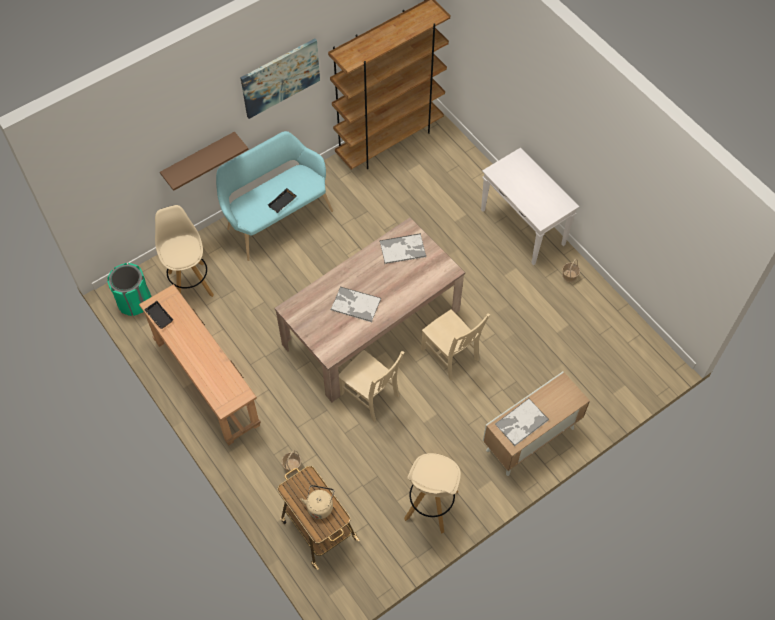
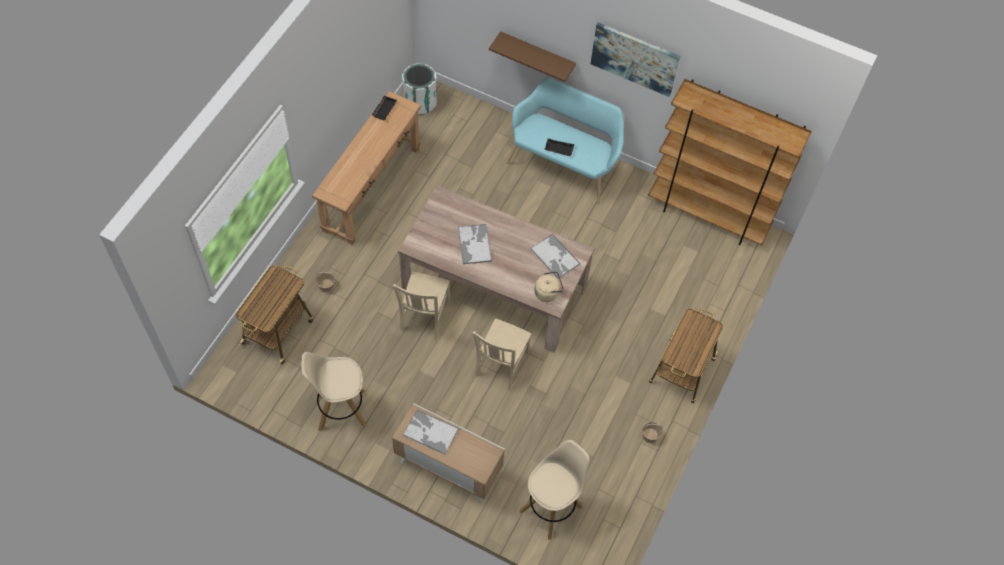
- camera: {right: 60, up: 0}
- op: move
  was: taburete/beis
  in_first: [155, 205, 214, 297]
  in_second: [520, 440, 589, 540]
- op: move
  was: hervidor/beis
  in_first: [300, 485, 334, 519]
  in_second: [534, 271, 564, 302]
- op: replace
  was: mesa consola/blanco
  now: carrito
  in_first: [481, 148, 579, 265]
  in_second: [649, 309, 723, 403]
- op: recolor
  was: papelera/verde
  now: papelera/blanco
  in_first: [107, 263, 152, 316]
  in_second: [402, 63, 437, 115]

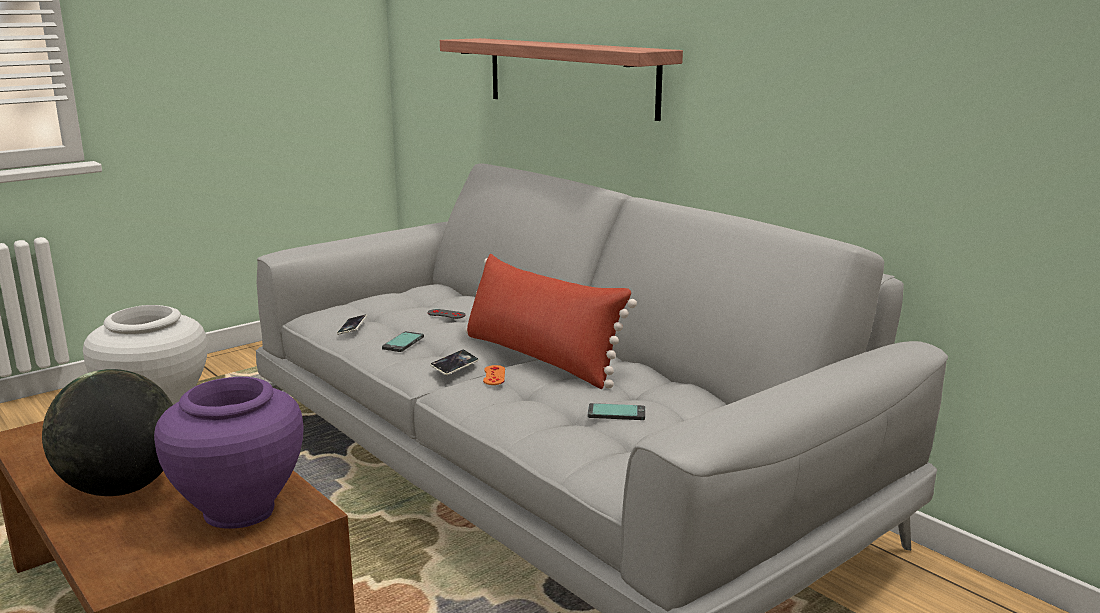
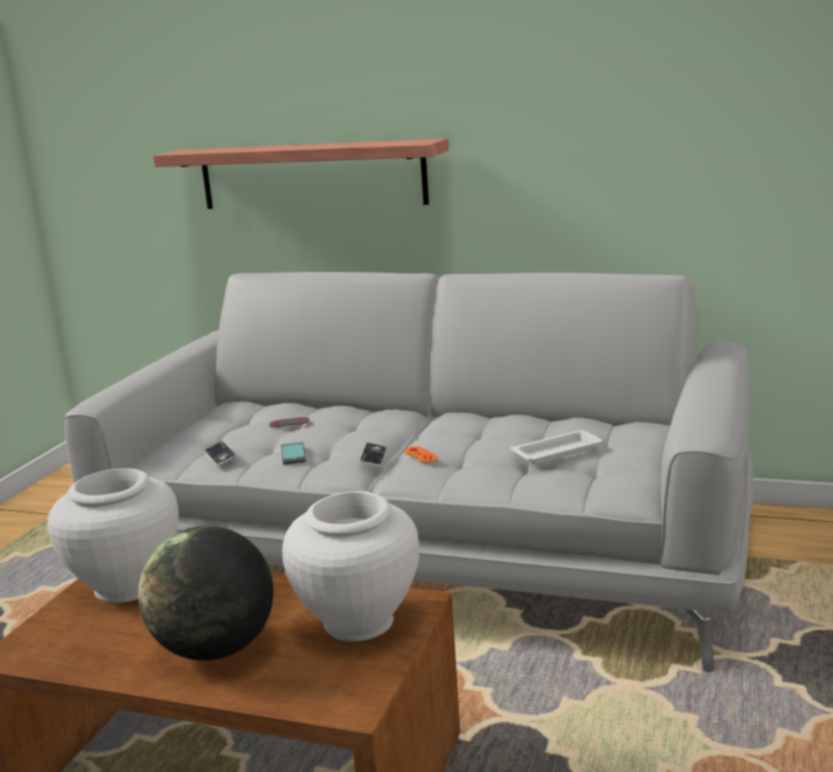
- camera: {right: -30, up: 0}
- op: delete
  was: cojín/rojo
  in_first: [465, 254, 637, 389]
- op: replace
  was: móvil
  now: bandeja/blanco
  in_first: [588, 403, 645, 420]
  in_second: [510, 430, 602, 464]
- op: recolor
  was: florero/morado
  now: florero/blanco
  in_first: [154, 377, 304, 529]
  in_second: [282, 491, 419, 642]

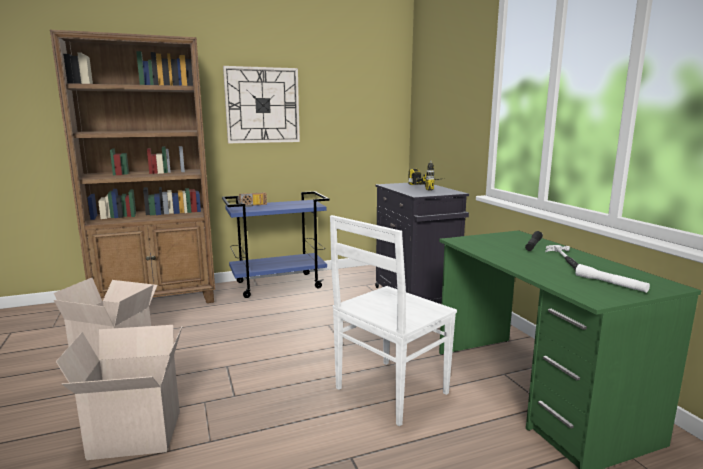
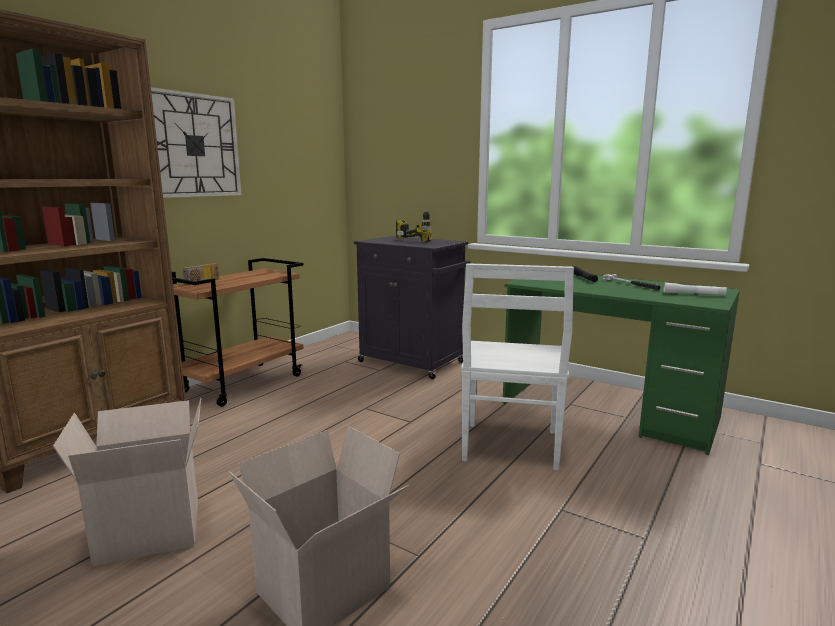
- camera: {right: -35, up: 0}
- op: recolor
  was: carrito/azul
  now: carrito/marrón
  in_first: [222, 191, 330, 298]
  in_second: [172, 258, 304, 407]

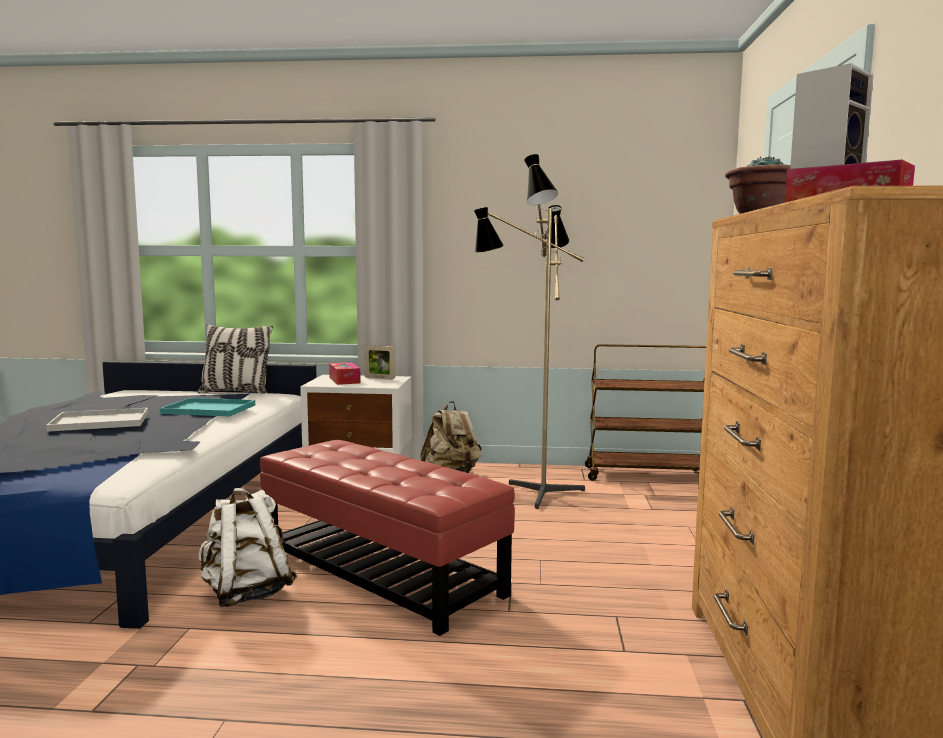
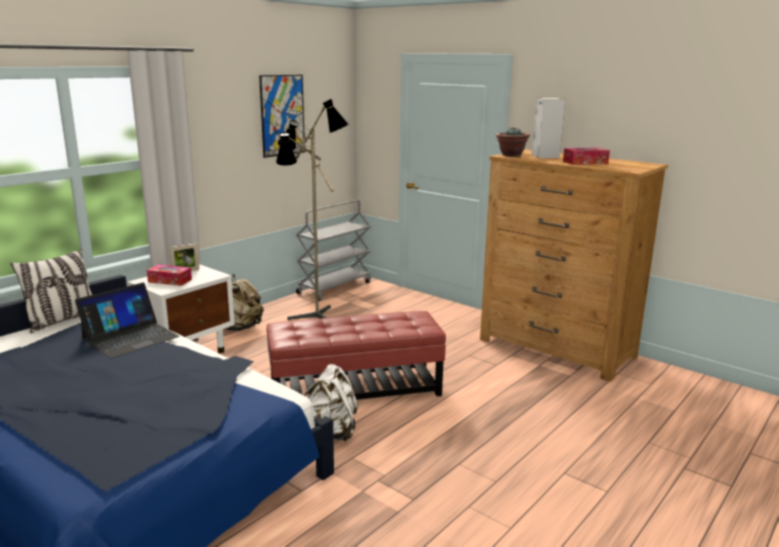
- camera: {right: -55, up: 10}
- op: delete
  was: bandeja/blanco
  in_first: [46, 408, 148, 432]
- op: insert
  now: cuadro
  in_second: [259, 75, 305, 158]
- op: replace
  was: bandeja/turquesa
  now: portátil
  in_first: [160, 398, 255, 417]
  in_second: [75, 283, 180, 358]
- op: recolor
  was: carrito/marrón
  now: carrito/gris
  in_first: [585, 344, 706, 481]
  in_second: [296, 200, 371, 301]

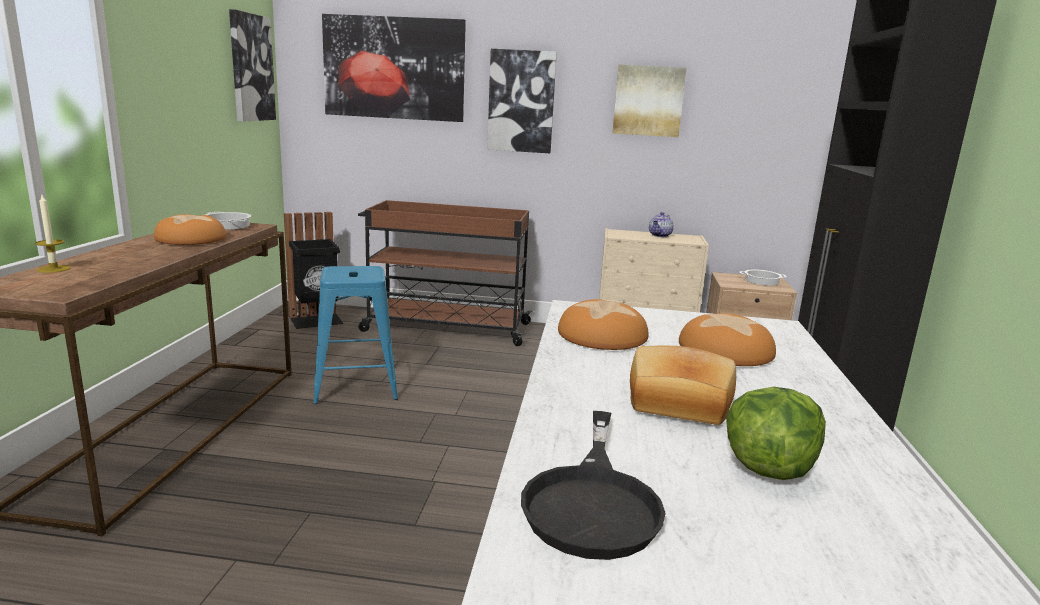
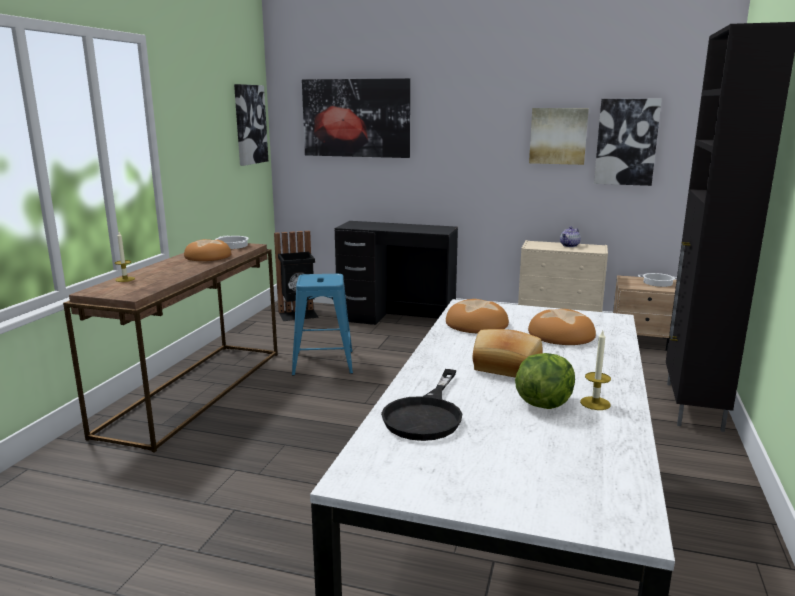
- camera: {right: 10, up: 0}
- op: insert
  now: vela
  in_second: [580, 331, 611, 410]
- op: move
  was: cuadro
  in_first: [487, 49, 557, 153]
  in_second: [594, 99, 662, 186]
- op: replace
  was: carrito/marrón
  now: escritorio/negro
  in_first: [358, 200, 533, 346]
  in_second: [335, 221, 458, 325]

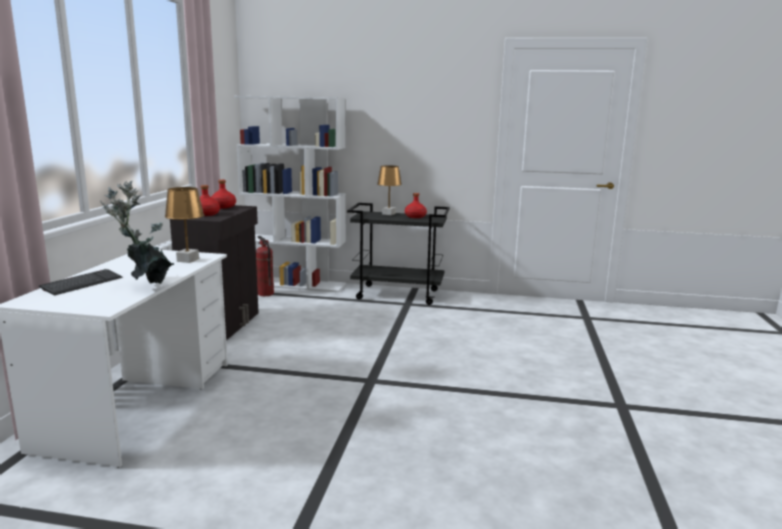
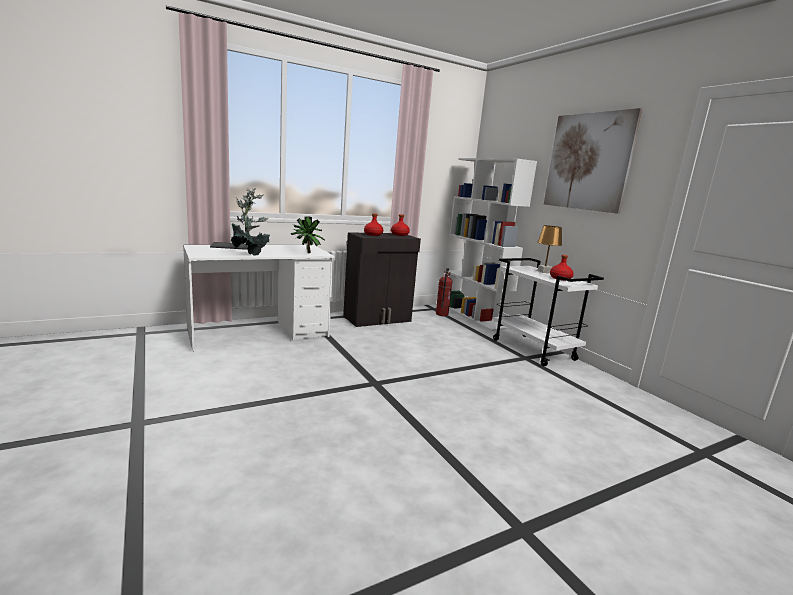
- camera: {right: 50, up: 0}
- op: insert
  now: cuadro
  in_second: [544, 108, 643, 214]
- op: replace
  was: lámpara de mesa/marrón
  now: planta en maceta
  in_first: [165, 187, 204, 263]
  in_second: [291, 217, 325, 253]
- op: recolor
  was: carrito/negro
  now: carrito/blanco
  in_first: [347, 203, 450, 305]
  in_second: [493, 258, 604, 366]

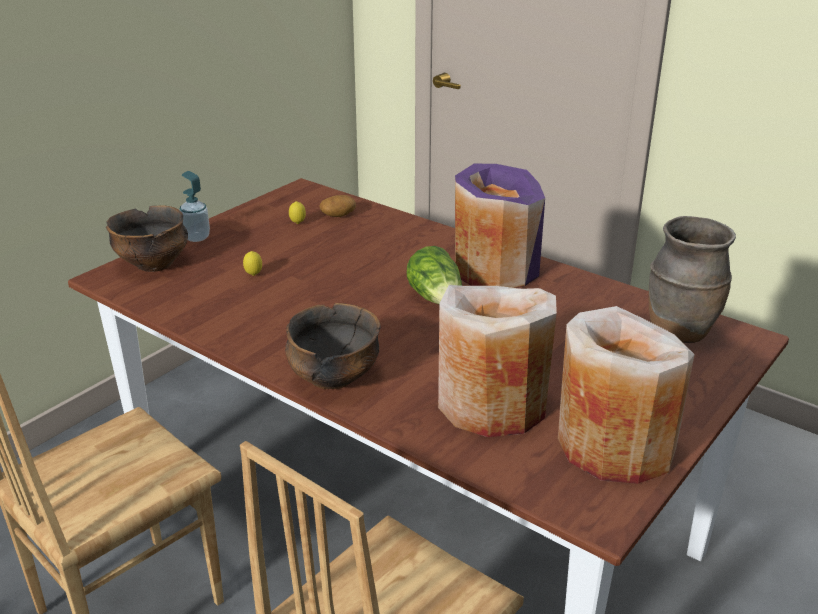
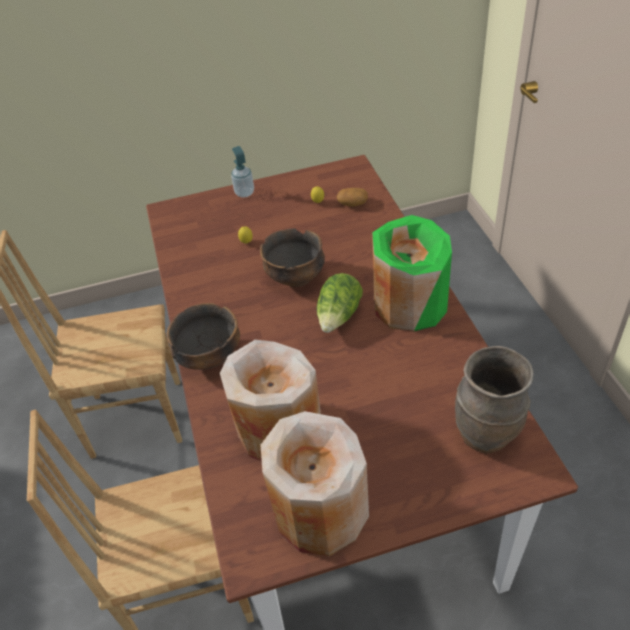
- camera: {right: 40, up: 15}
- op: move
  was: cuenco
  in_first: [106, 205, 188, 272]
  in_second: [260, 228, 325, 287]
- op: recolor
  was: florero/morado
  now: florero/verde
  in_first: [455, 164, 545, 288]
  in_second: [372, 215, 452, 332]

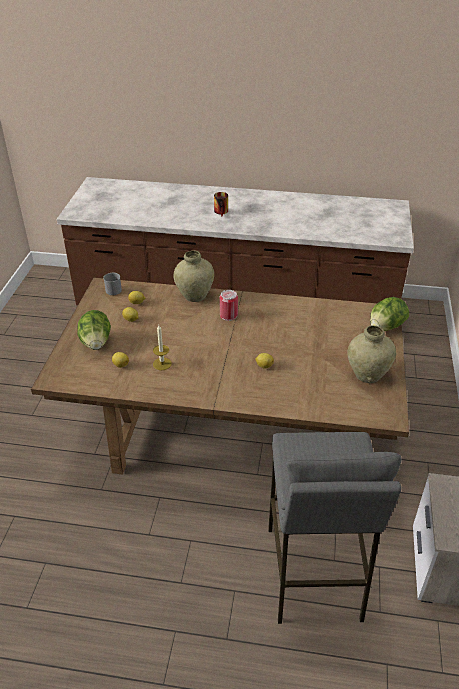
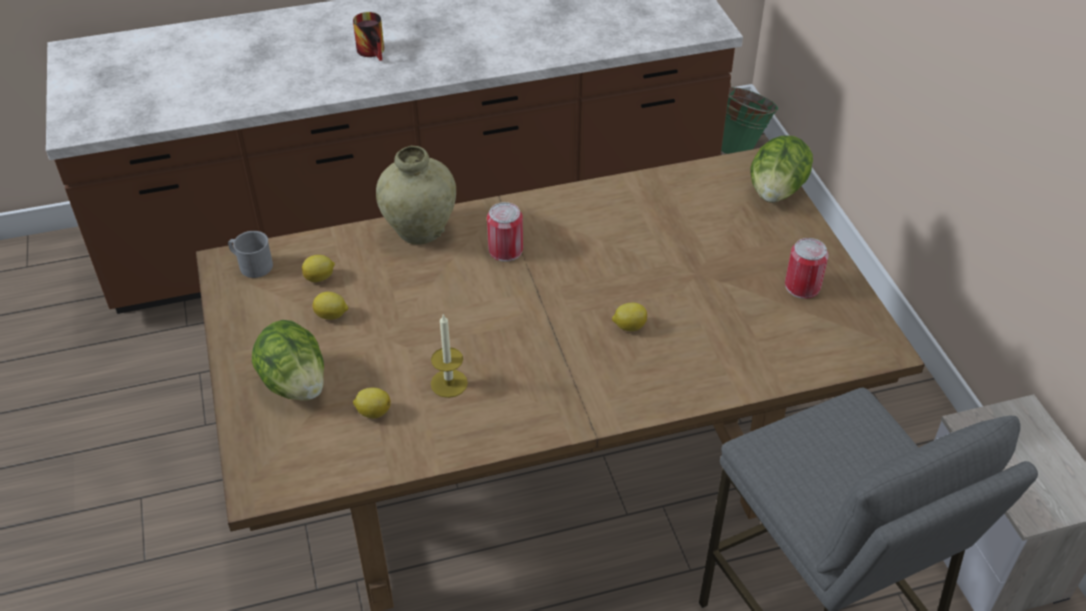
- camera: {right: -25, up: 5}
- op: insert
  now: cubo/verde
  in_second: [721, 83, 778, 154]
- op: replace
  was: florero/beis
  now: lata
  in_first: [347, 325, 396, 383]
  in_second: [785, 238, 829, 299]

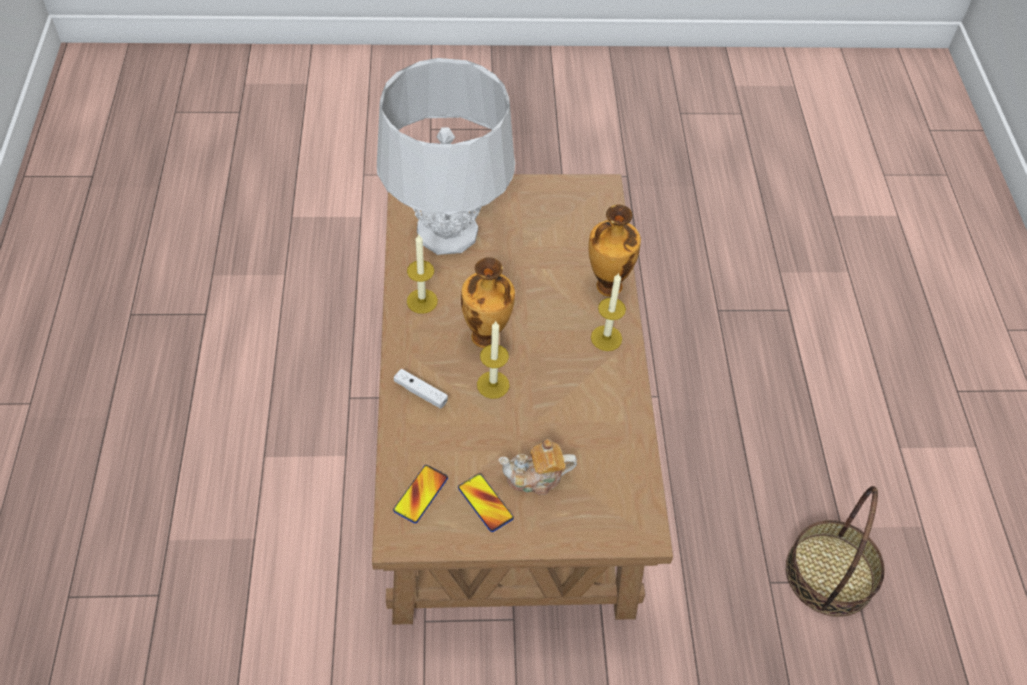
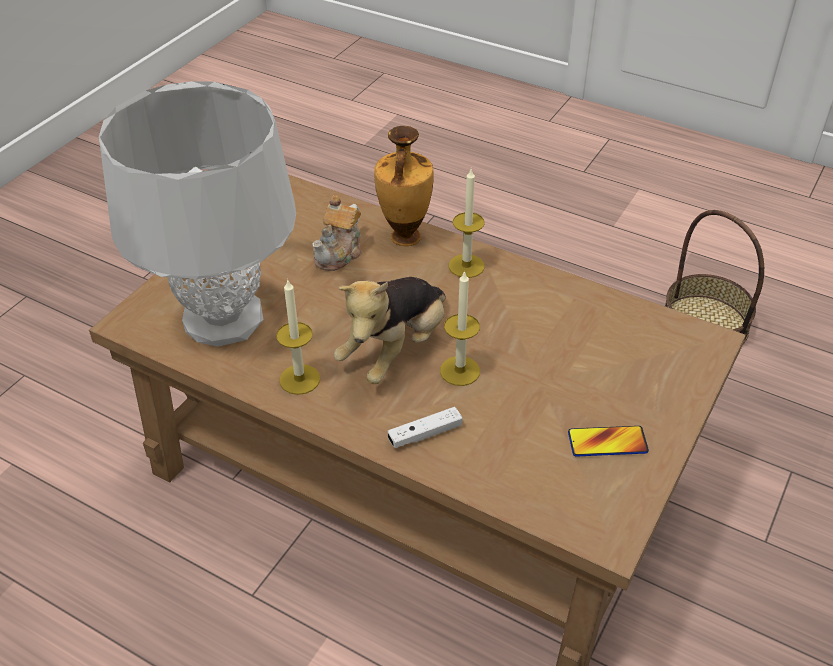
- camera: {right: -55, up: -10}
- op: delete
  was: móvil
  in_first: [393, 465, 448, 523]
- op: move
  was: tetera
  in_first: [499, 439, 577, 495]
  in_second: [312, 195, 362, 271]
- op: replace
  was: florero
  now: peluche
  in_first: [461, 257, 515, 348]
  in_second: [334, 277, 446, 384]

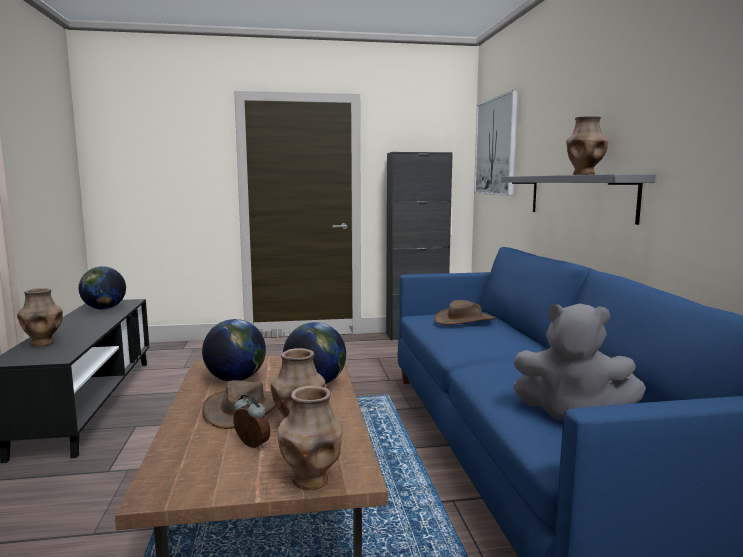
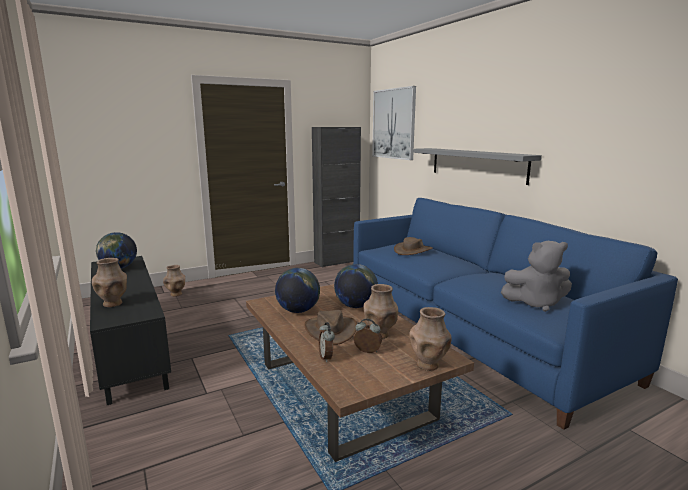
- camera: {right: -20, up: 5}
- op: insert
  now: despertador
  in_second: [319, 322, 335, 362]
- op: move
  was: florero/marrón
  in_first: [566, 116, 608, 175]
  in_second: [163, 265, 185, 297]

